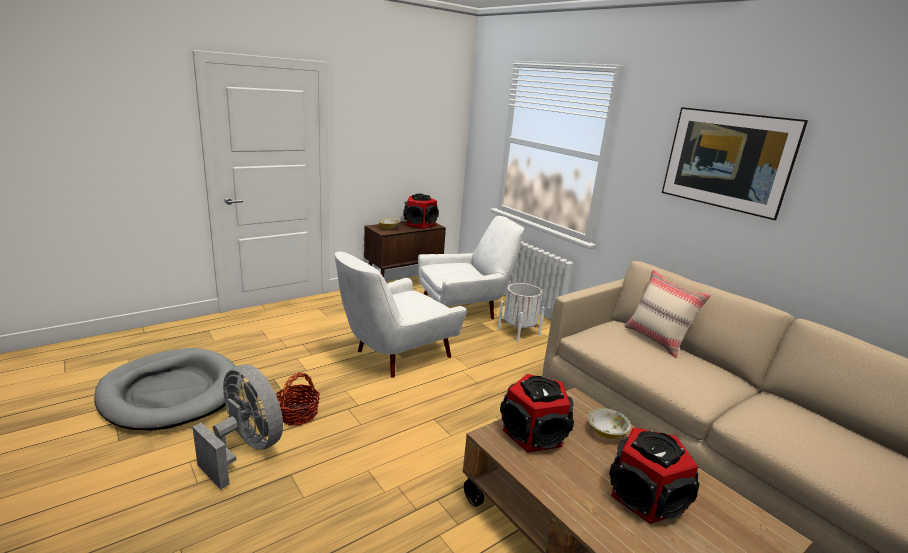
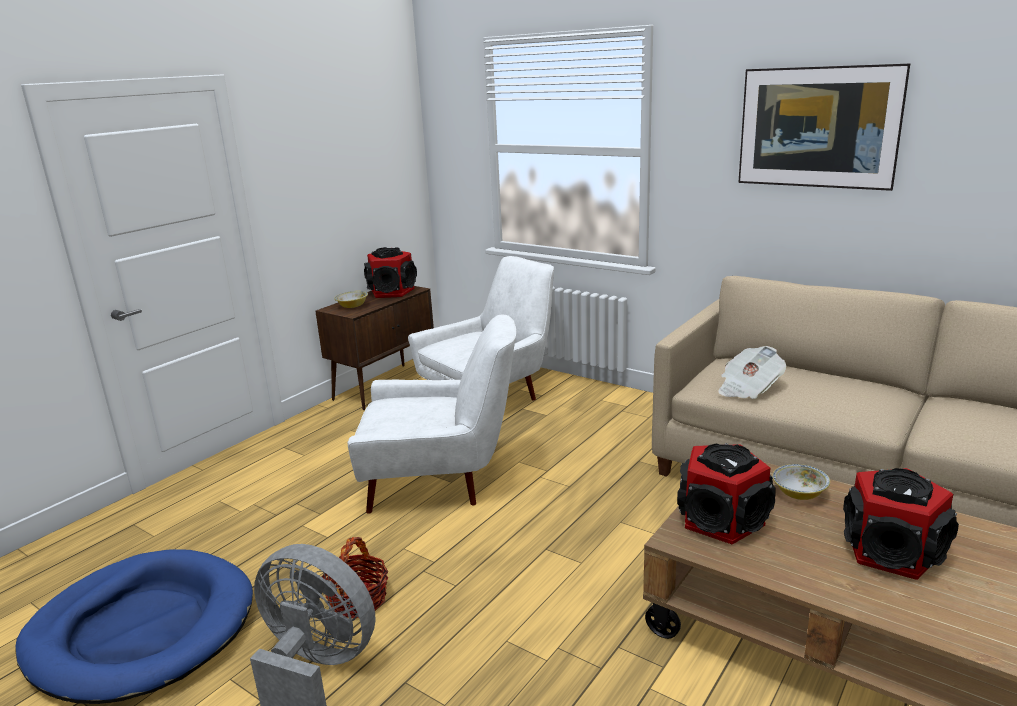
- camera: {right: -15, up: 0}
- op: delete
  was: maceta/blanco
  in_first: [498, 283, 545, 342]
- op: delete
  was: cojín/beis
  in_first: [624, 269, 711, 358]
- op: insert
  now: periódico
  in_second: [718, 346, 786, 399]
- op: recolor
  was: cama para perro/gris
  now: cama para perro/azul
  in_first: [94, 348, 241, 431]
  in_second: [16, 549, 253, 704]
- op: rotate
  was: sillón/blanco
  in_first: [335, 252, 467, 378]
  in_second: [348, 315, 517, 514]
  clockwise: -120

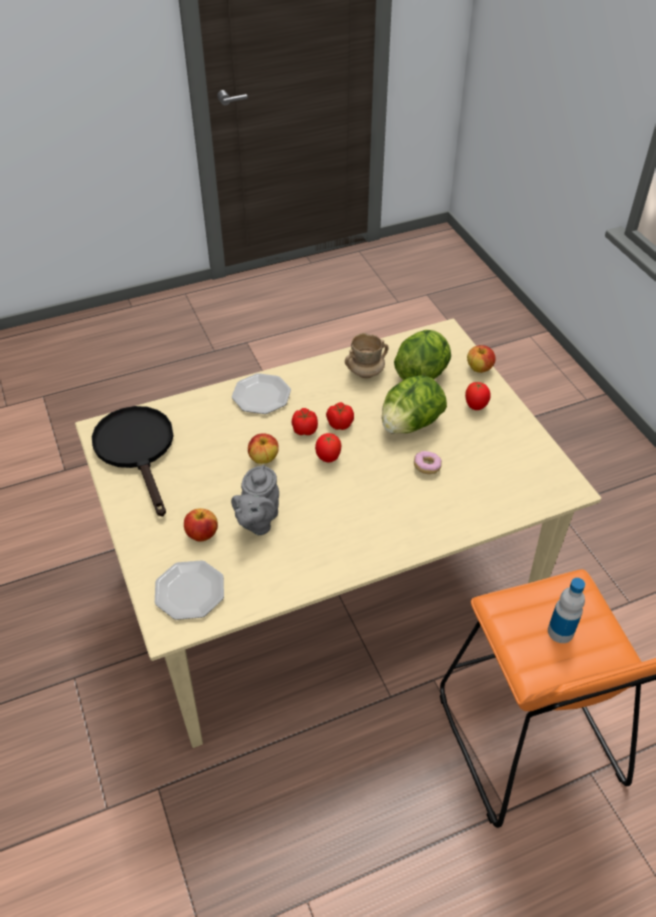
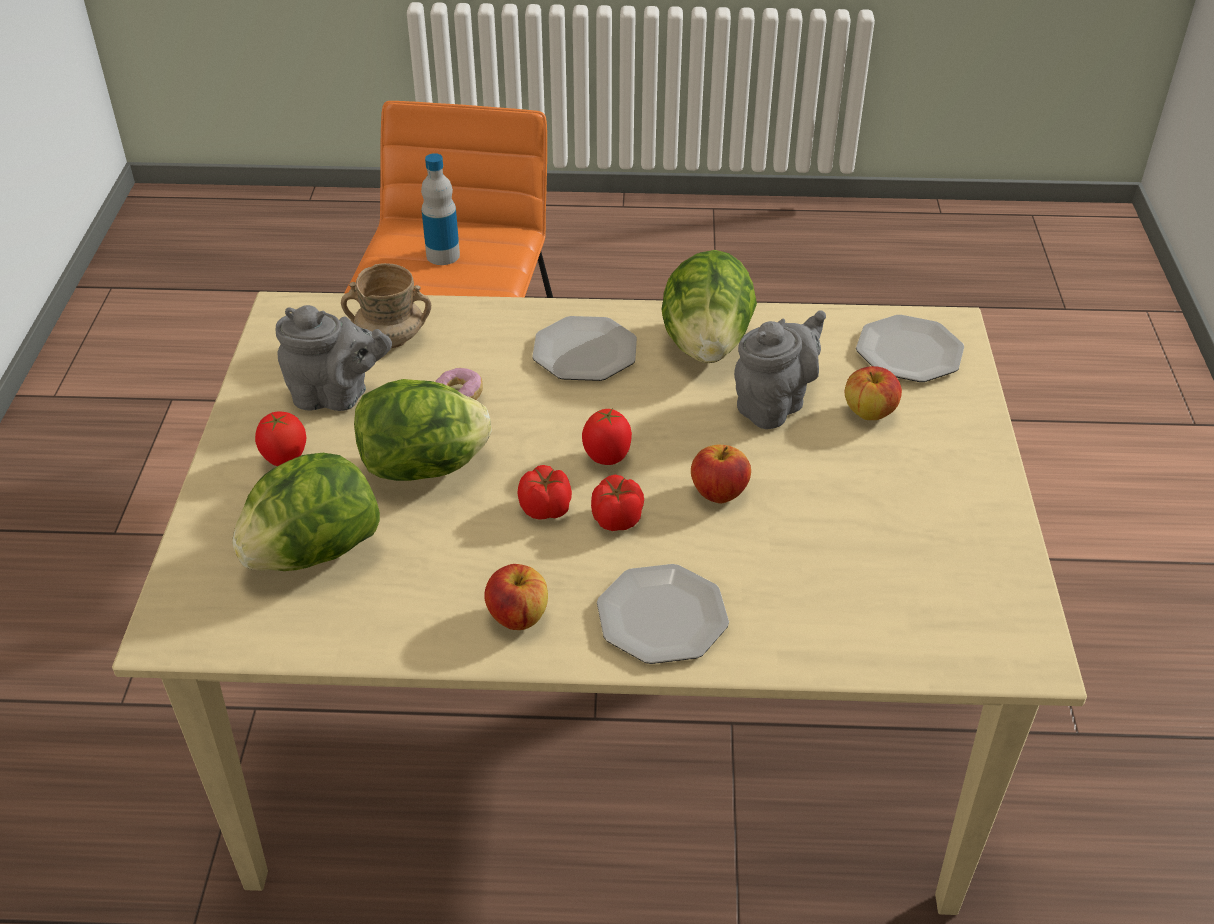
- camera: {right: -155, up: -5}
- op: delete
  was: sartén/negro
  in_first: [92, 406, 174, 517]
- op: insert
  now: tetera/gris
  in_second: [276, 305, 392, 411]
- op: insert
  now: plato
  in_second: [532, 316, 637, 381]
- op: insert
  now: lechuga
  in_second: [661, 250, 757, 363]
- op: move
  was: taza grande/beis
  in_first: [345, 333, 389, 378]
  in_second: [341, 263, 431, 348]
- op: move
  was: manzana
  in_first: [467, 345, 496, 373]
  in_second: [484, 564, 548, 630]

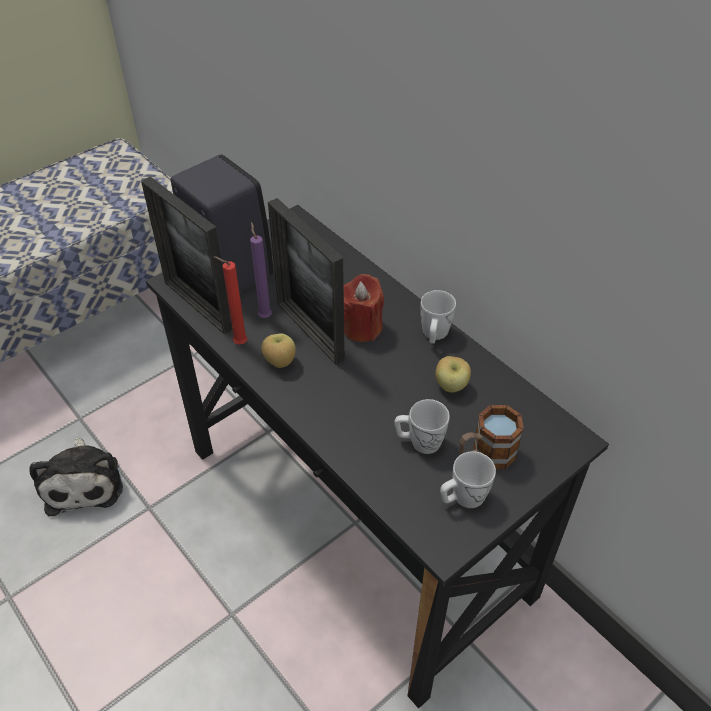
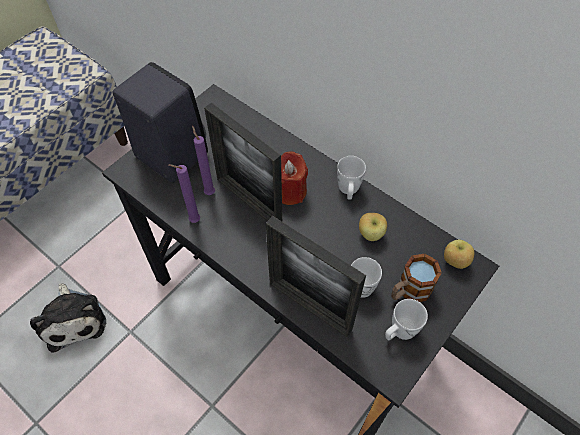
- camera: {right: -10, up: 10}
- op: move
  was: portarretratos
  in_first: [141, 176, 233, 334]
  in_second: [266, 216, 366, 337]
- op: move
  was: manzana
  in_first: [261, 333, 296, 368]
  in_second: [444, 240, 475, 269]
- op: recolor
  was: vela/rojo
  now: vela/morado
  in_first: [214, 256, 247, 344]
  in_second: [168, 164, 200, 223]

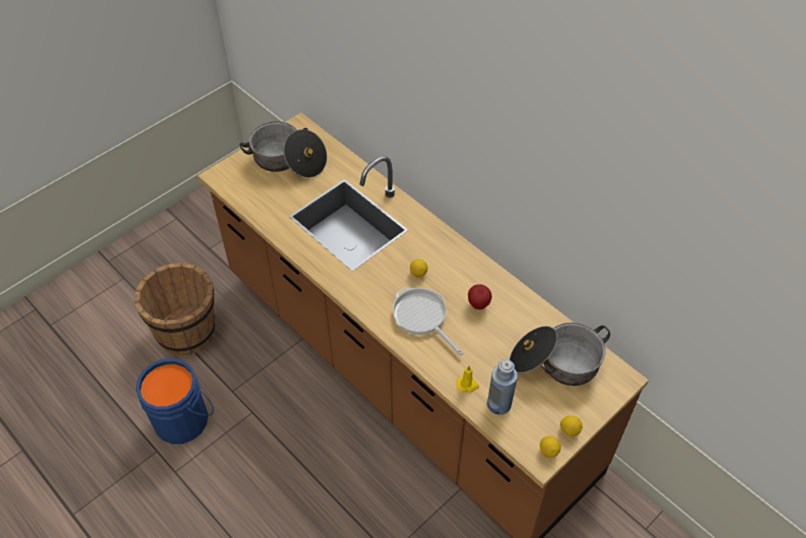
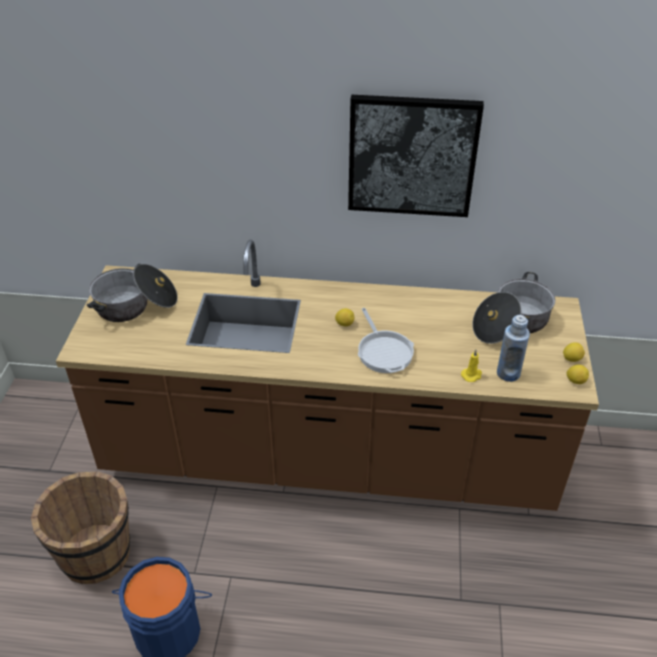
- camera: {right: -40, up: -10}
- op: delete
  was: manzana
  in_first: [468, 284, 492, 310]
- op: insert
  now: cuadro
  in_second: [348, 95, 484, 217]
- op: rotate
  was: sartén
  in_first: [393, 287, 463, 356]
  in_second: [358, 308, 414, 373]
  clockwise: -120

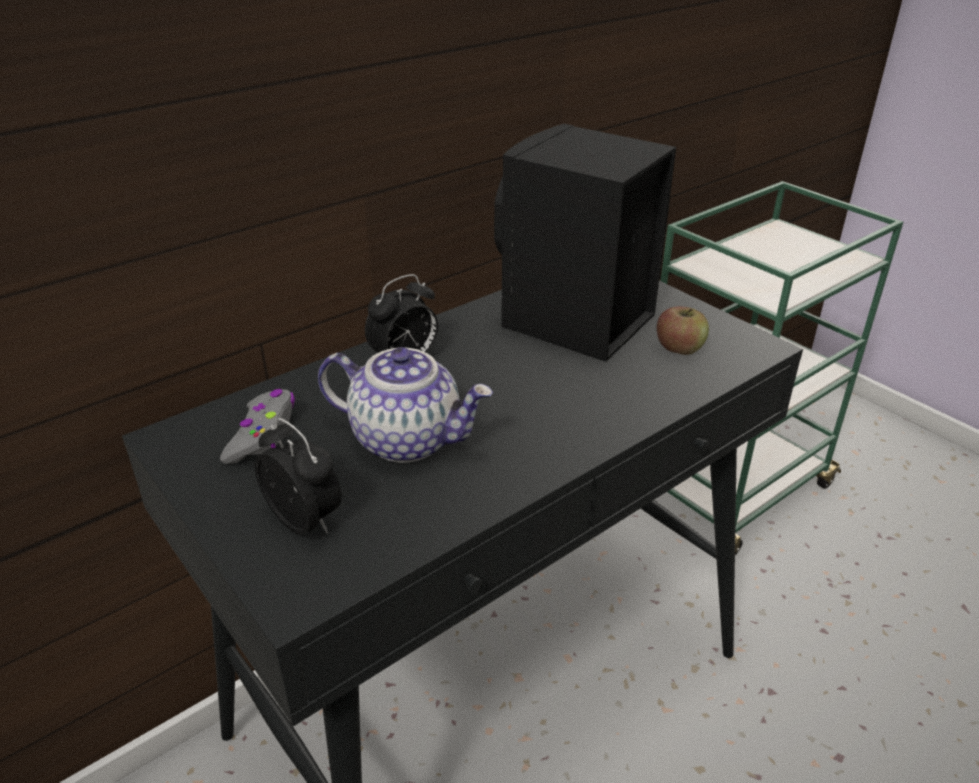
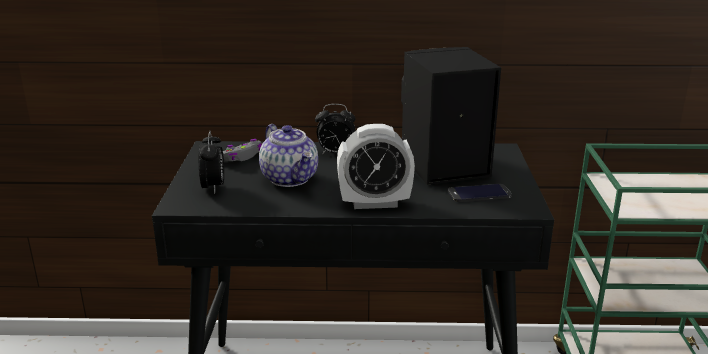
- camera: {right: 40, up: -10}
- op: insert
  now: despertador
  in_second: [337, 124, 415, 209]
- op: replace
  was: manzana
  now: móvil
  in_first: [657, 306, 709, 355]
  in_second: [448, 184, 512, 202]

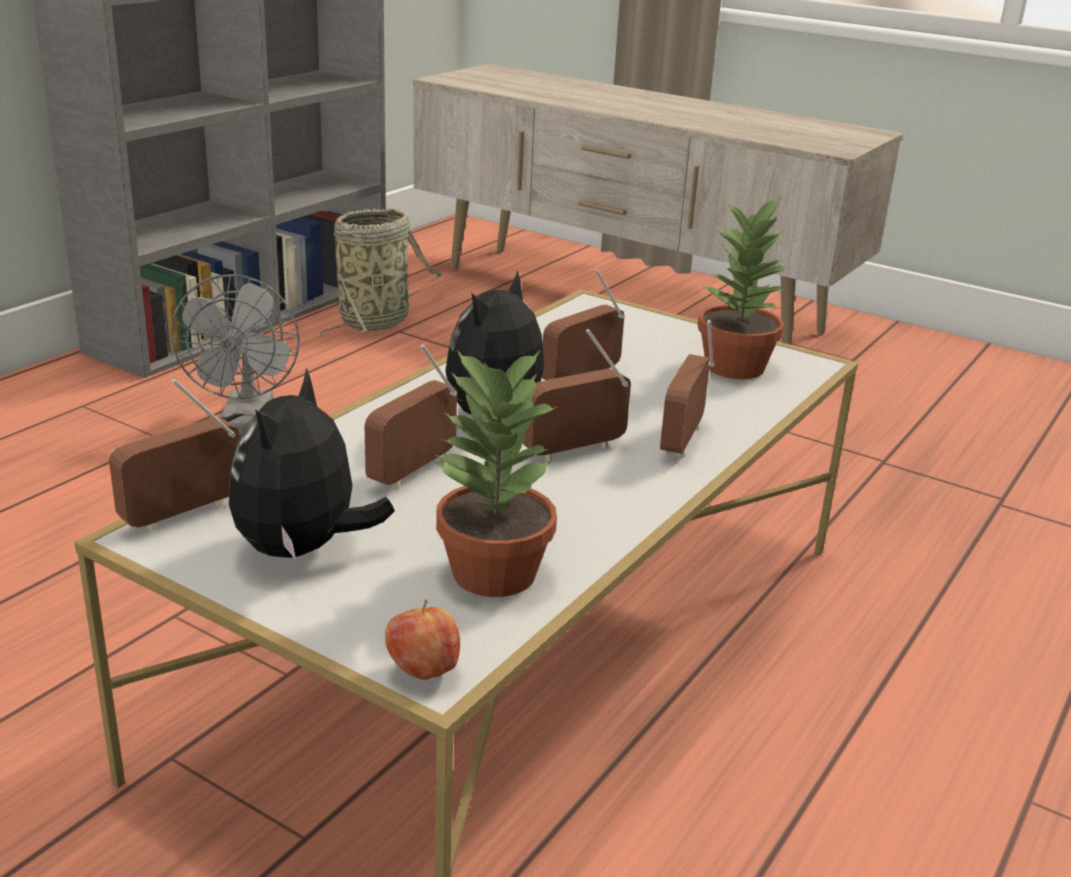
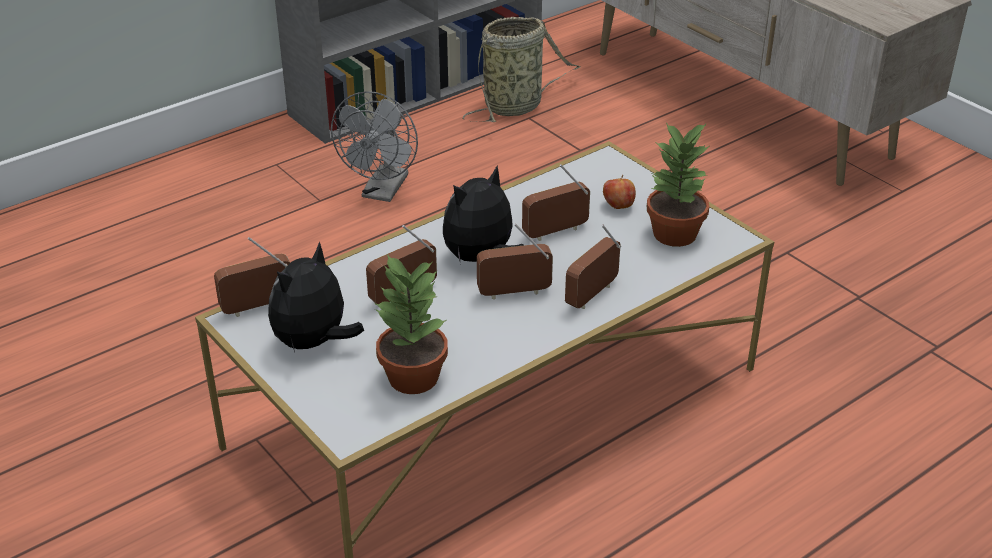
- camera: {right: 20, up: 10}
- op: move
  was: manzana
  in_first: [385, 600, 460, 680]
  in_second: [603, 175, 636, 209]

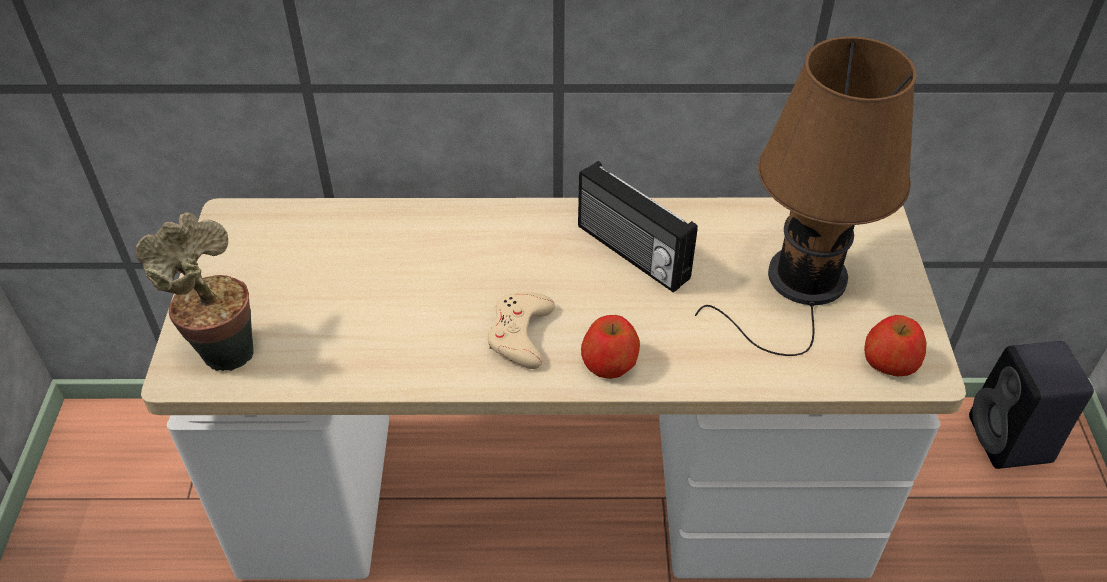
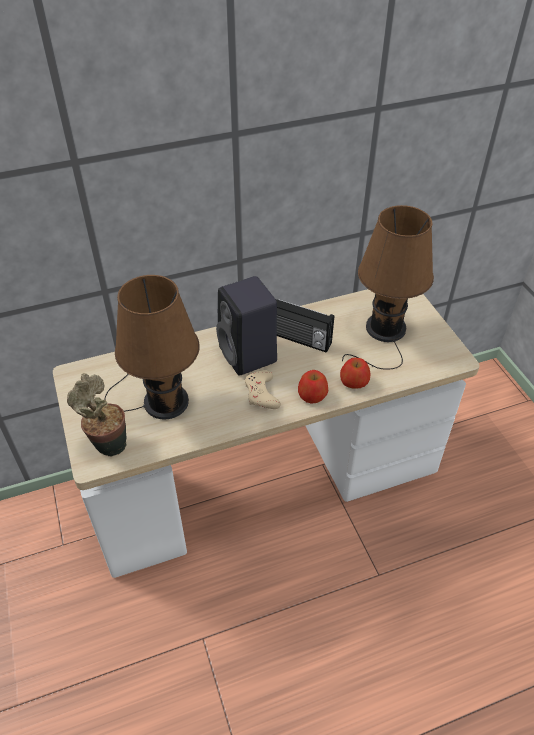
- camera: {right: -20, up: 0}
- op: insert
  now: lámpara de mesa/marrón
  in_second: [104, 275, 200, 419]
- op: move
  was: manzana
  in_first: [864, 315, 927, 376]
  in_second: [340, 357, 370, 389]
- op: move
  was: altavoz/negro
  in_first: [969, 341, 1094, 469]
  in_second: [216, 276, 277, 376]

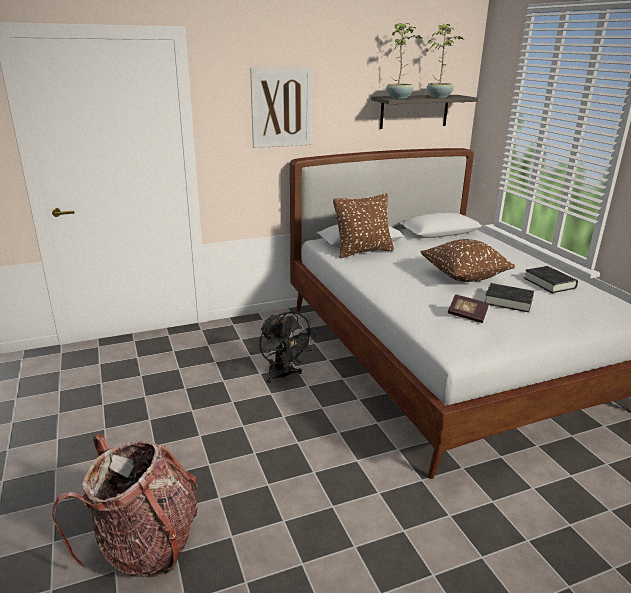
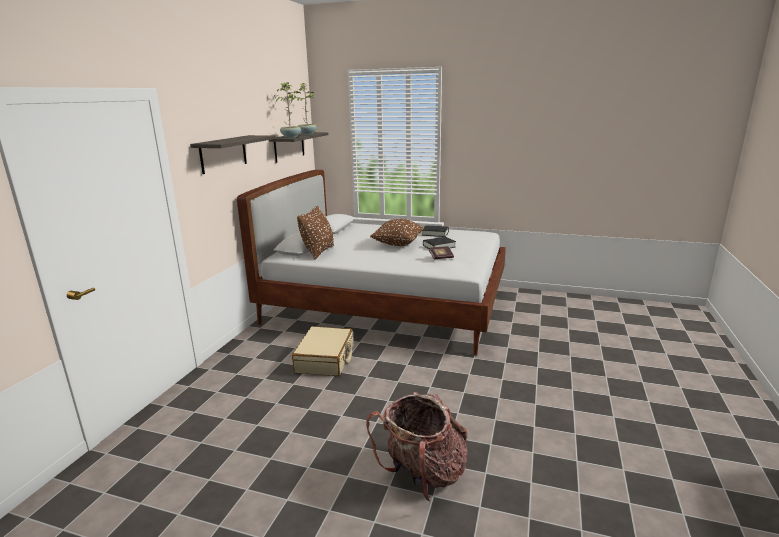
- camera: {right: -50, up: -5}
- op: replace
  was: cuadro
  now: estante
  in_first: [250, 68, 312, 148]
  in_second: [190, 135, 276, 174]
- op: replace
  was: ventilador/negro
  now: maleta/beis
  in_first: [259, 312, 316, 383]
  in_second: [292, 326, 353, 376]

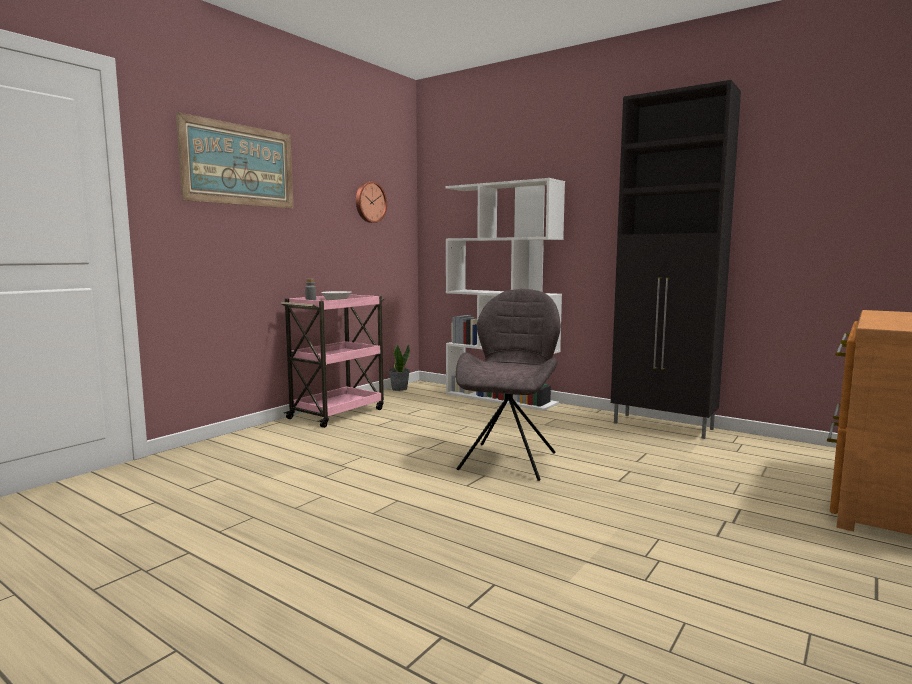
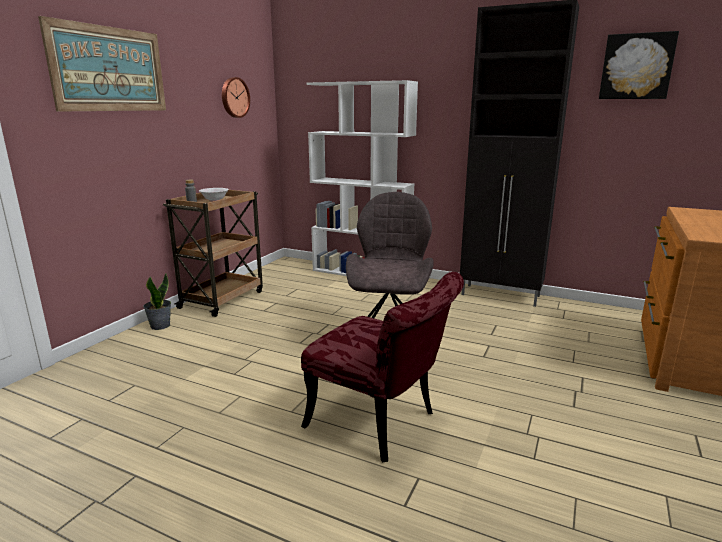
- camera: {right: -10, up: 10}
- op: insert
  now: silla/rojo
  in_second: [301, 272, 464, 462]
- op: insert
  now: cuadro
  in_second: [599, 31, 679, 99]
- op: move
  was: planta en maceta
  in_first: [388, 344, 410, 391]
  in_second: [143, 273, 171, 330]
- op: recolor
  was: carrito/rosa
  now: carrito/marrón
  in_first: [280, 295, 384, 428]
  in_second: [163, 190, 263, 317]

